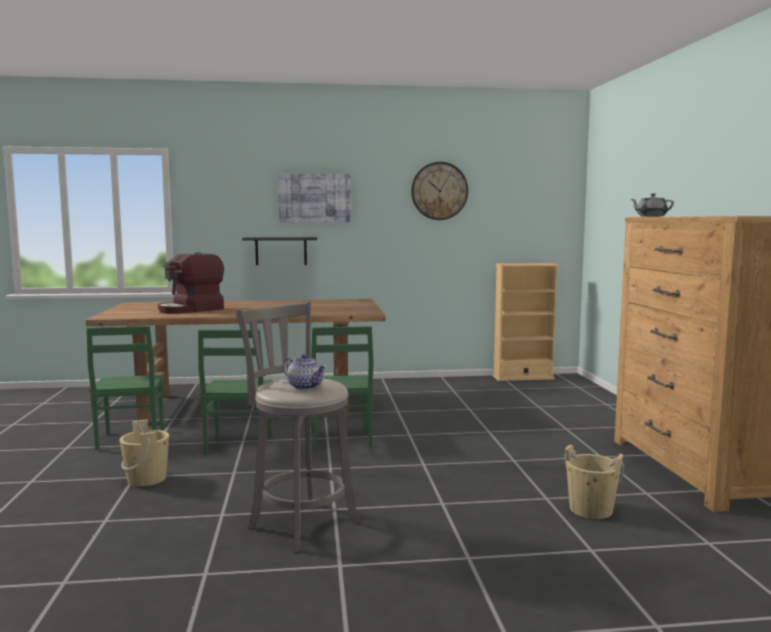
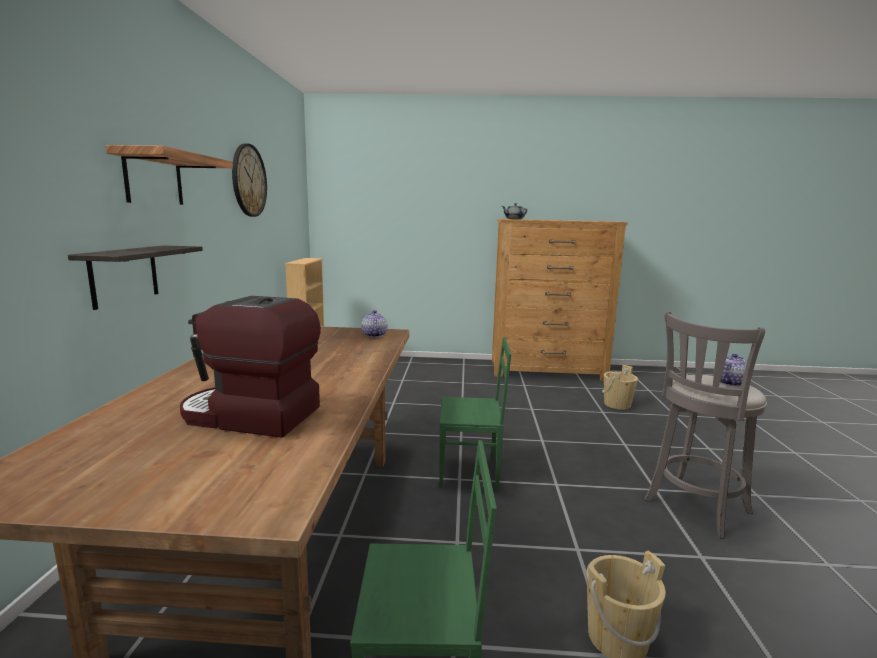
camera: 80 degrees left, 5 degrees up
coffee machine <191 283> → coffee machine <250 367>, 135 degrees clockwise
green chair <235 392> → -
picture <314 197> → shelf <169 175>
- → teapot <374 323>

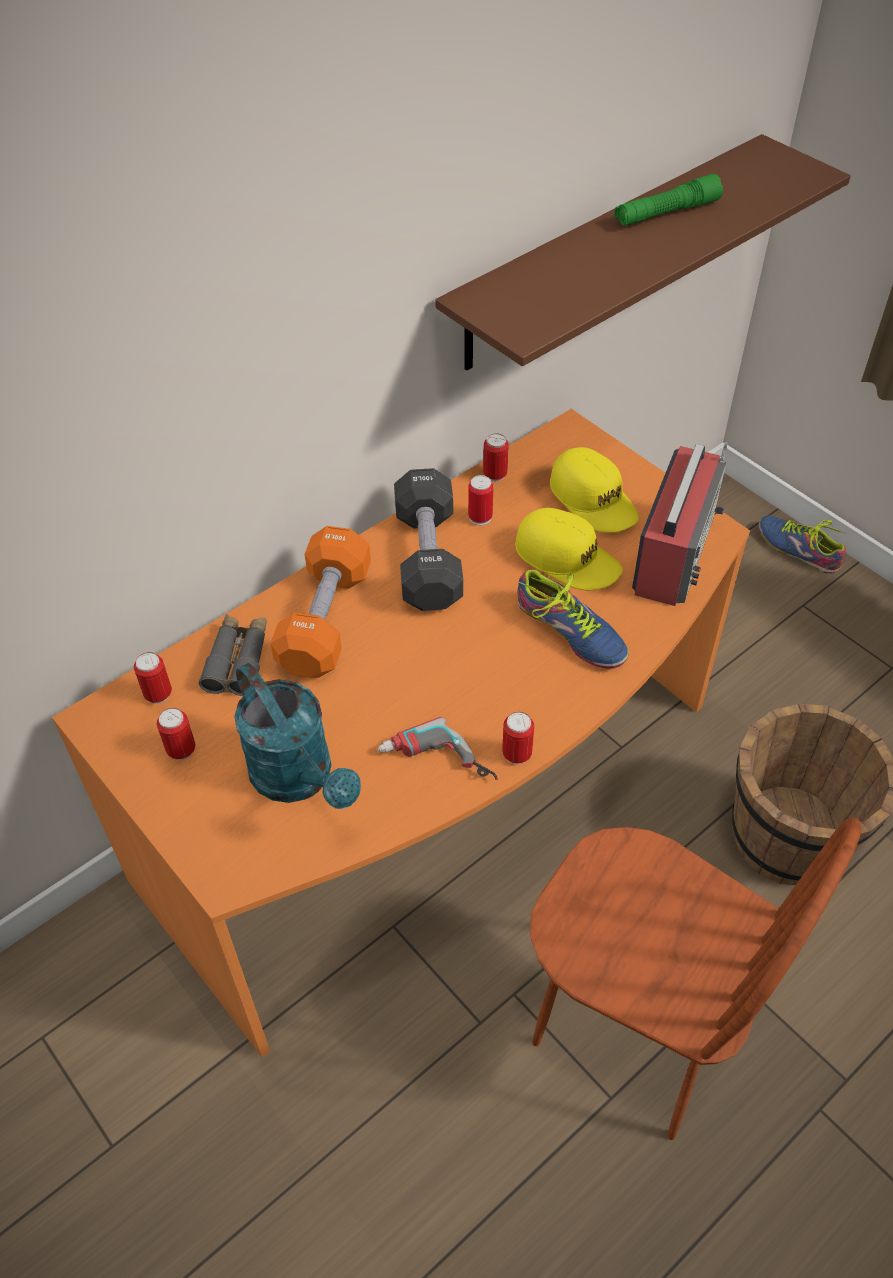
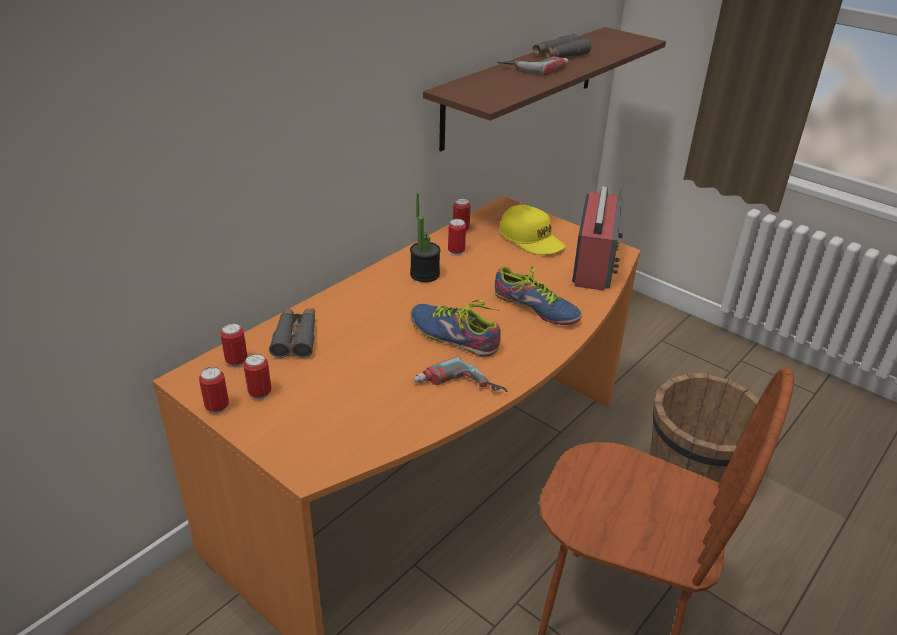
camera: 10 degrees left, 15 degrees down
turquoise watering can <297 736> → -
orange dumbbell <320 602> → -
black dumbbell <428 539> → potted plant <425 237>
can <518 738> → can <214 390>, moved
yellow cap <569 549> → -
green flashlight <668 200> → grey binoculars <561 46>
shoe <803 544> → shoe <456 328>, moved
- → power drill <533 66>

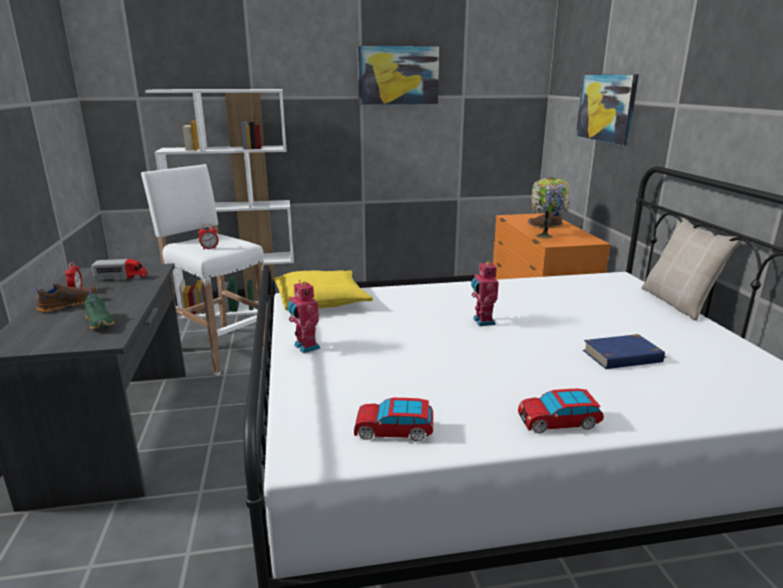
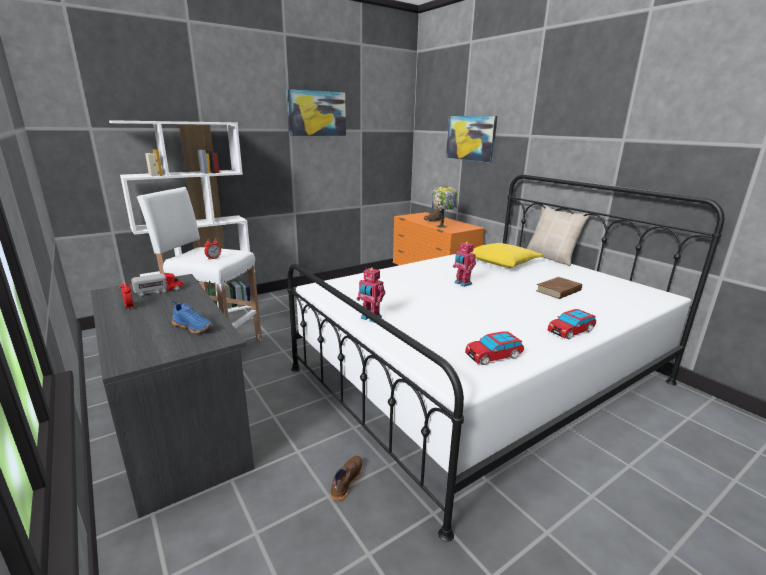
camera: 25 degrees left, 0 degrees up
brown shoe <65 297> → brown shoe <346 478>, moved
green shoe <99 309> → blue shoe <192 317>
yellow pillow <323 290> → yellow pillow <507 255>, moved
blue book <625 351> → brown book <559 288>

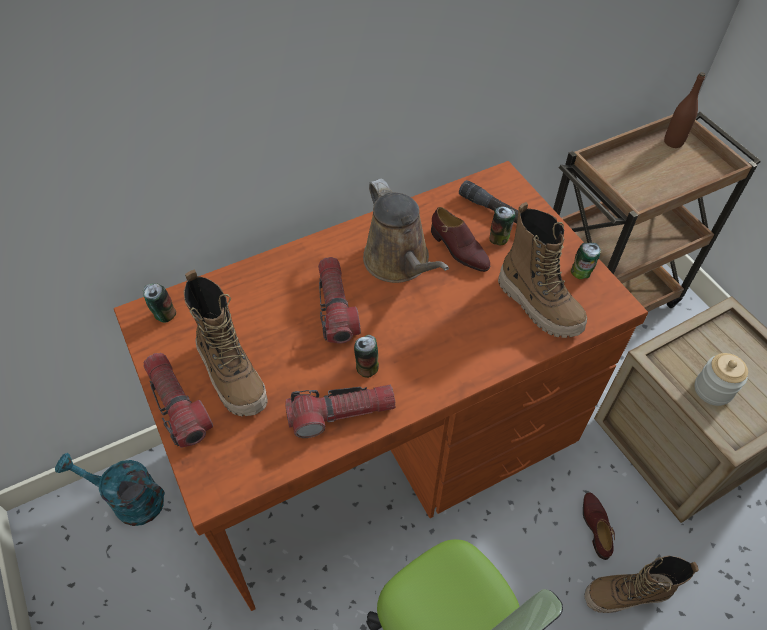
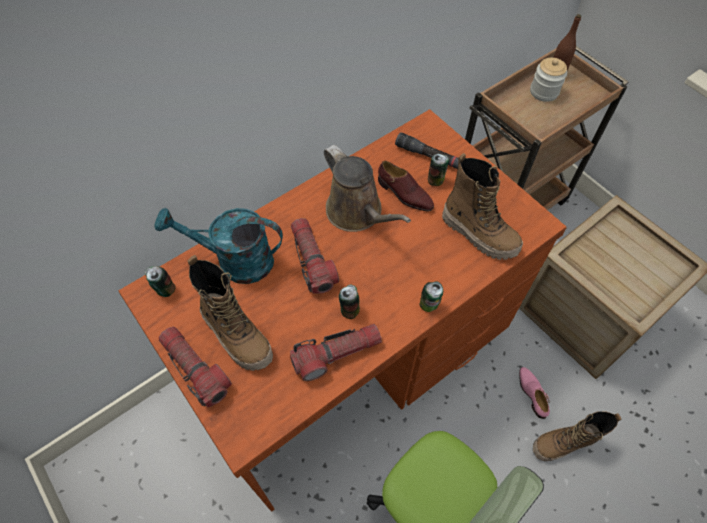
camera: 10 degrees left, 5 degrees up
turquoise watering can <110 489> → turquoise watering can <218 246>, moved
can <586 261> → can <431 296>, moved
brown shoe <599 526> → pink shoe <534 393>
jar <721 379> → jar <548 80>, moved

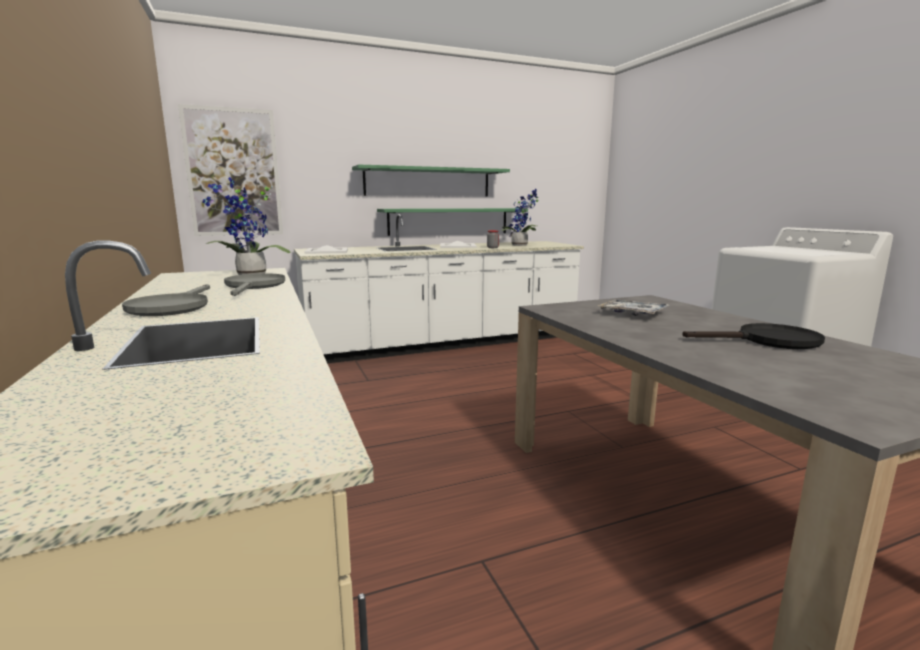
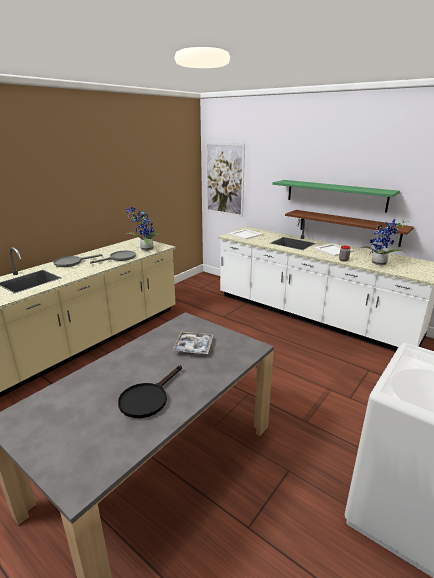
camera: 60 degrees right, 10 degrees up
green shelf <452 222> → brown shelf <349 228>
black frying pan <753 336> → black frying pan <150 391>, 60 degrees clockwise

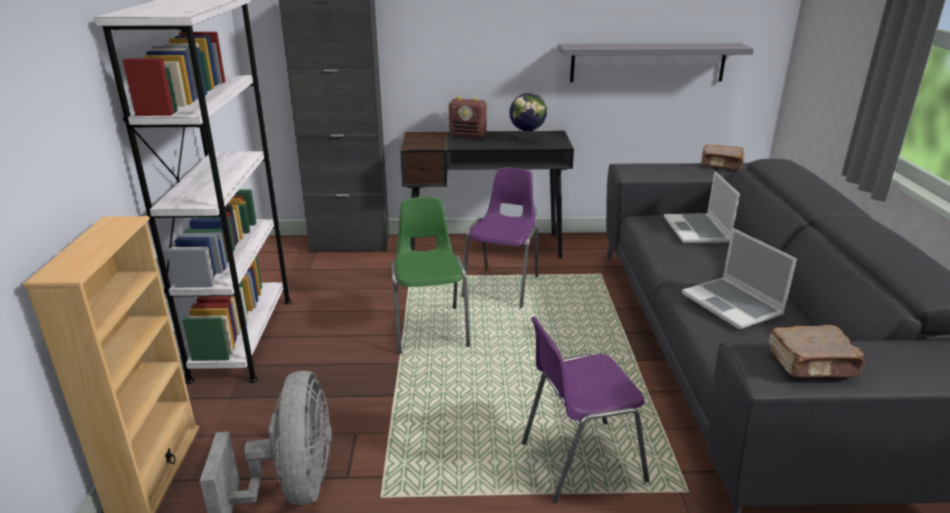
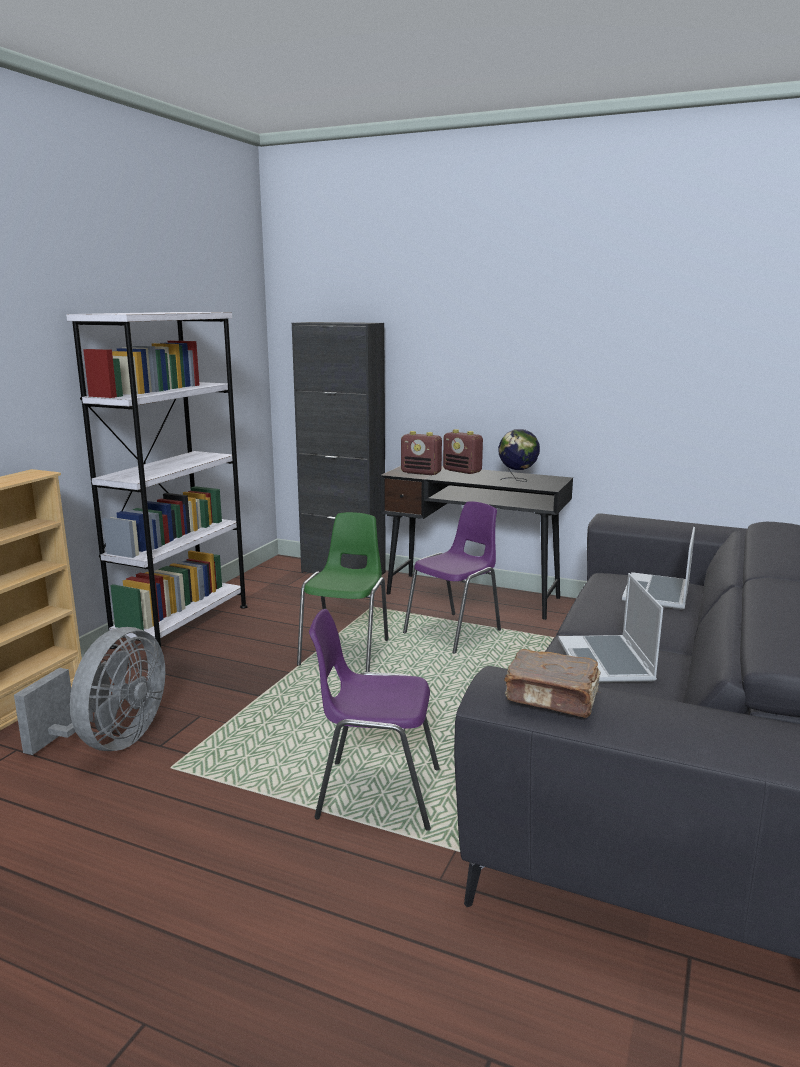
camera: 25 degrees right, 10 degrees down
grey shelf <656 62> → -
brown book <723 157> → -
- → radio <421 453>

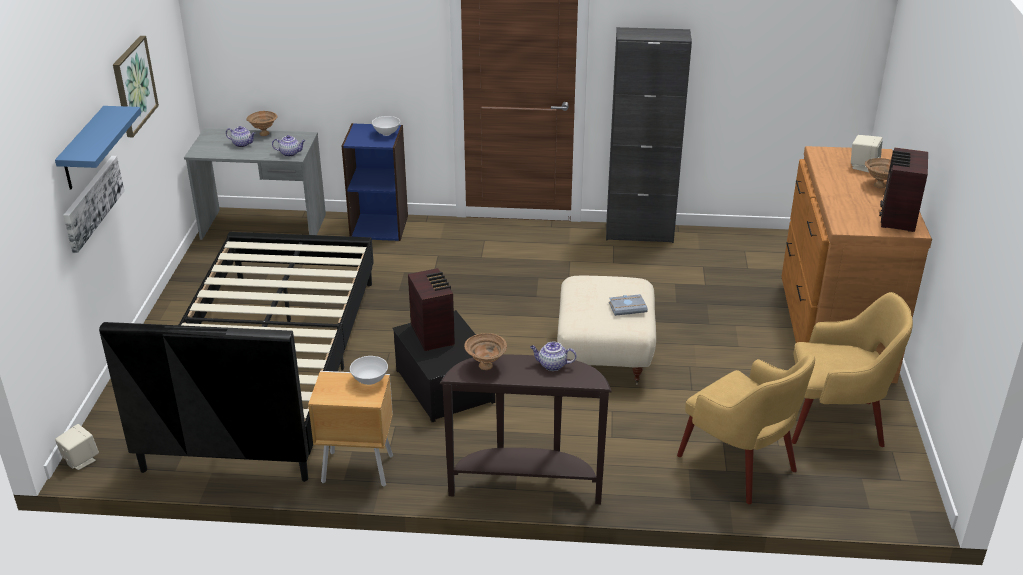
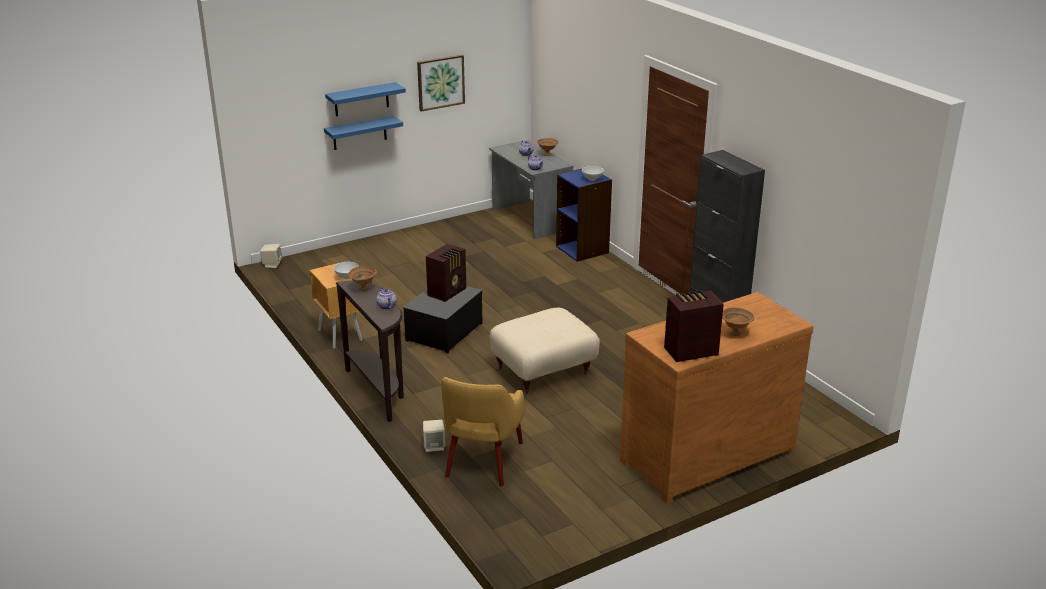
camera: 55 degrees right, 5 degrees down
picture <93 204> → blue shelf <363 133>
black bed <236 357> → -
grey book <628 305> → -
yellow armchair <852 369> → -
beige speaker <867 154> → beige speaker <434 436>, moved

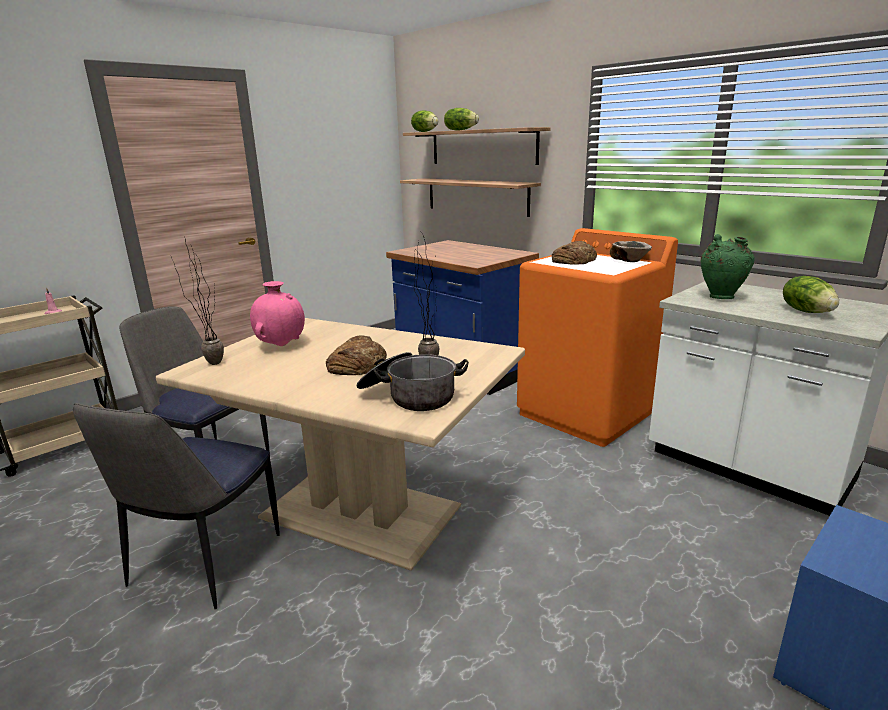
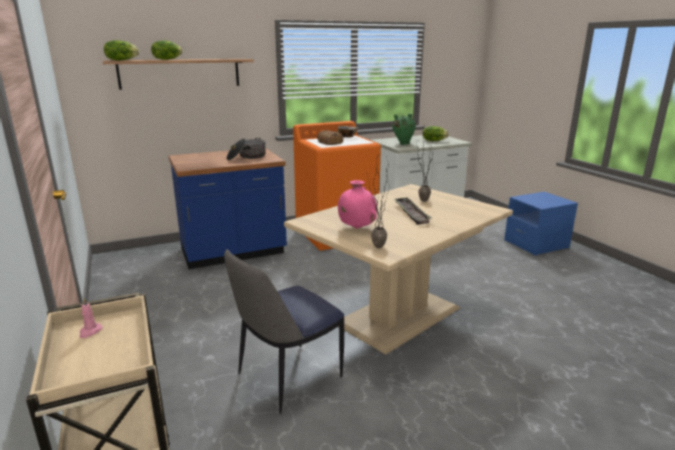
camera: 70 degrees left, 0 degrees up
chair <176 506> → -
bread <356 355> → tray <412 211>
cooking pot <412 381> → cooking pot <246 149>, moved
shelf <470 197> → -

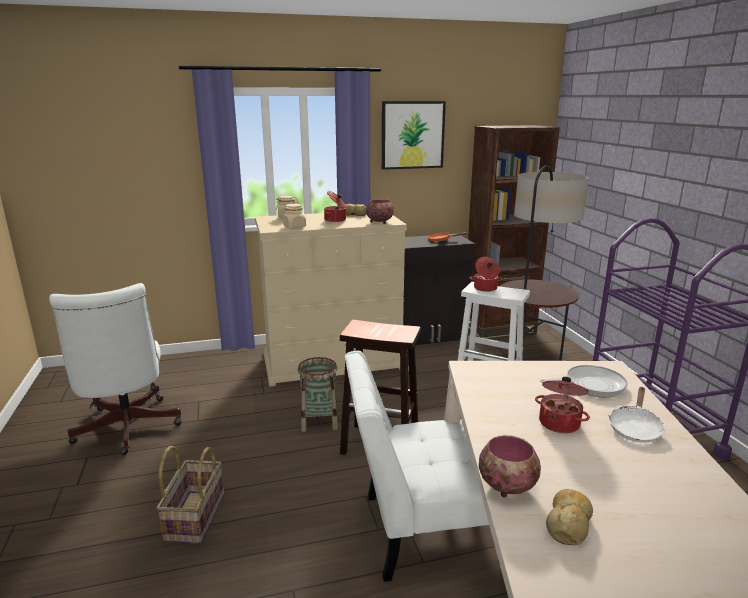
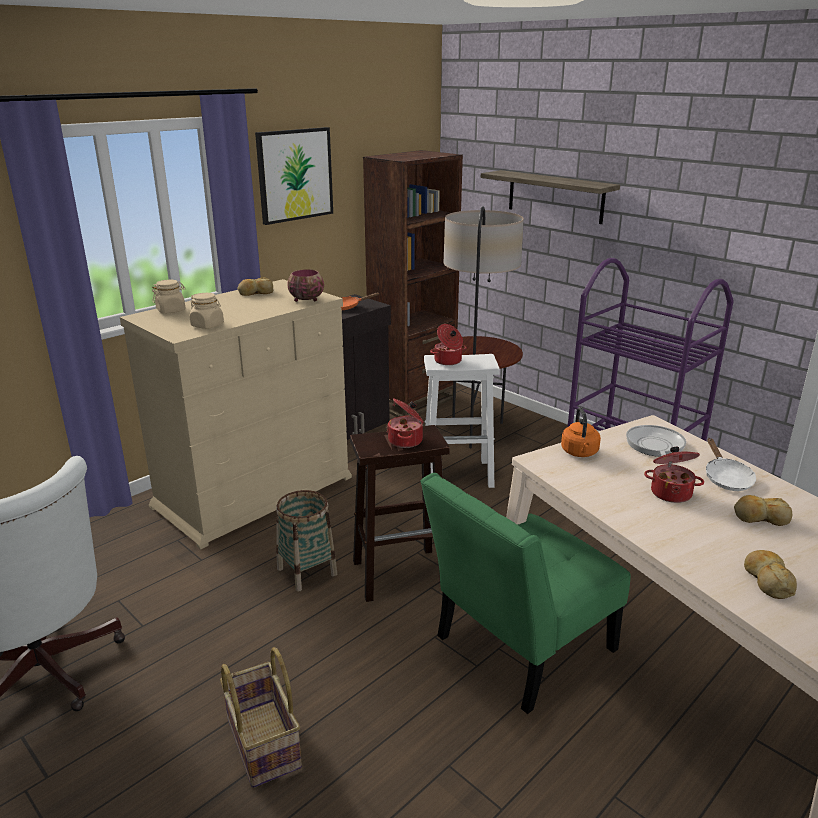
camera: 30 degrees left, 5 degrees up
cooking pot <335 206> → cooking pot <405 423>, moved
white chair <422 466> → green chair <526 593>
bowl <510 466> → -
frying pan <584 381> → frying pan <656 441>, 45 degrees counterclockwise
- → shelf <550 197>
- → orange kettle <581 432>
- → bread <763 510>

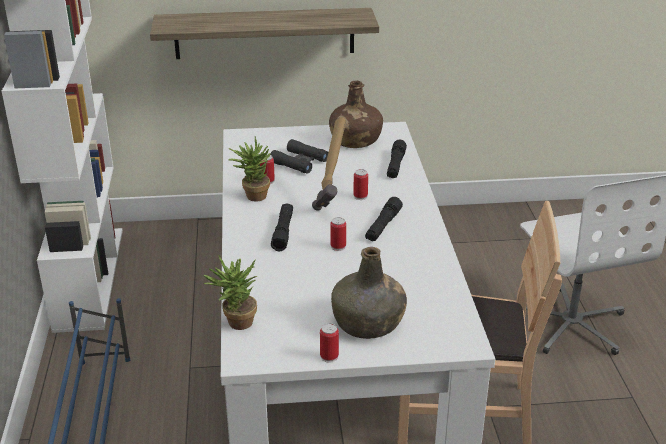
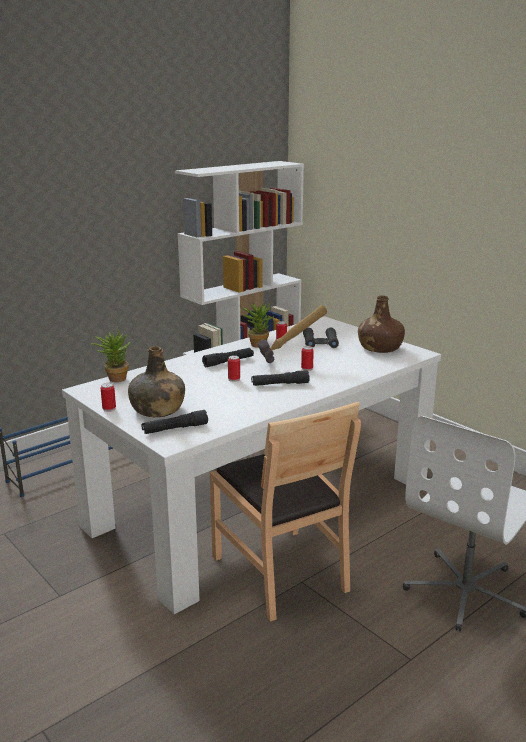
camera: 55 degrees right, 10 degrees down
shelf <264 33> → -
black flashlight <397 159> → black flashlight <175 422>, moved

